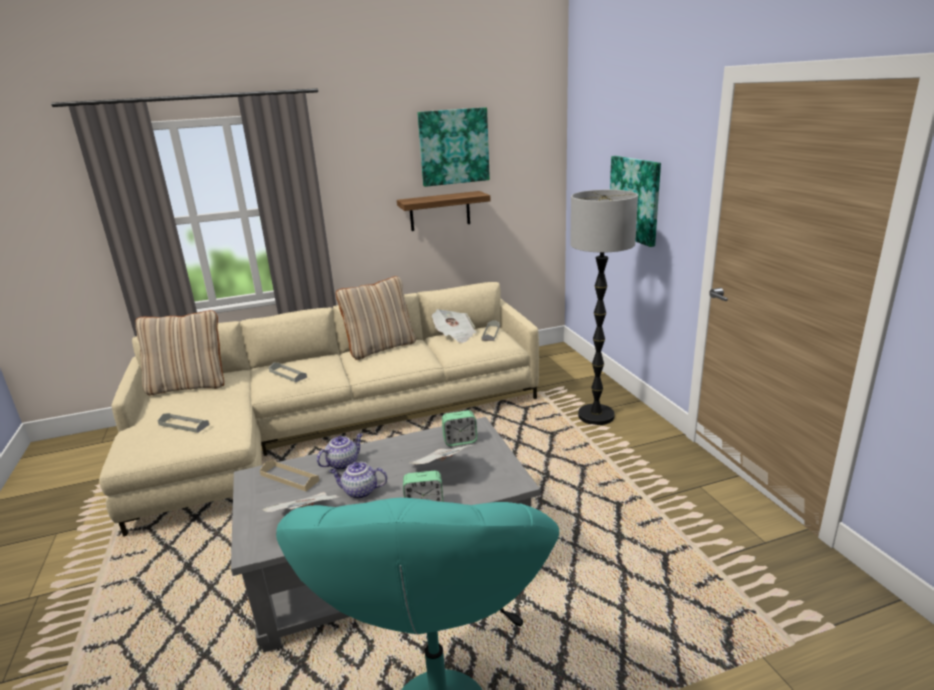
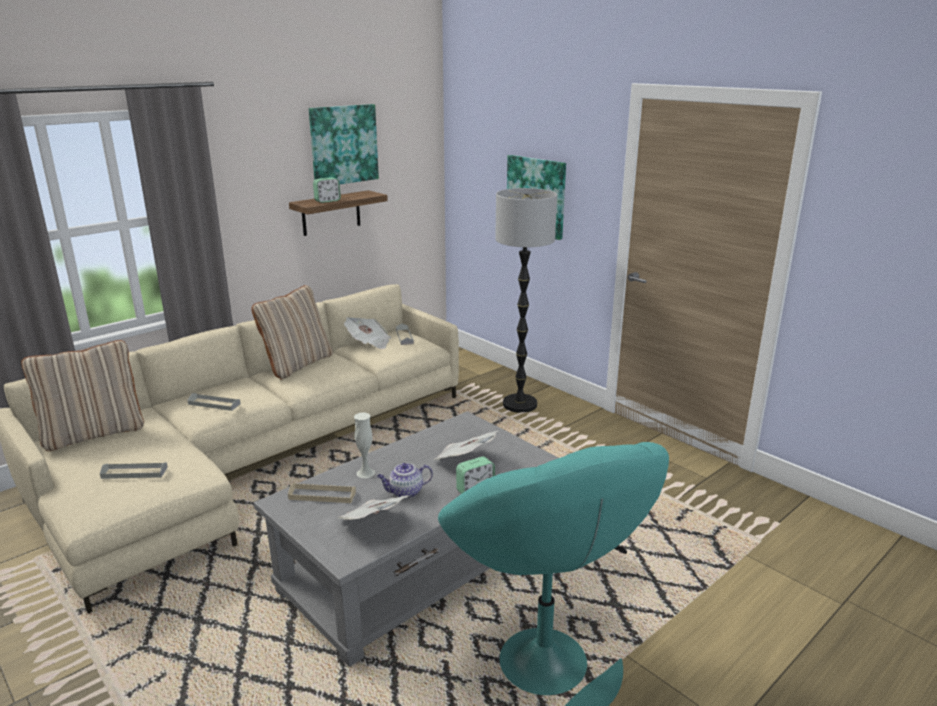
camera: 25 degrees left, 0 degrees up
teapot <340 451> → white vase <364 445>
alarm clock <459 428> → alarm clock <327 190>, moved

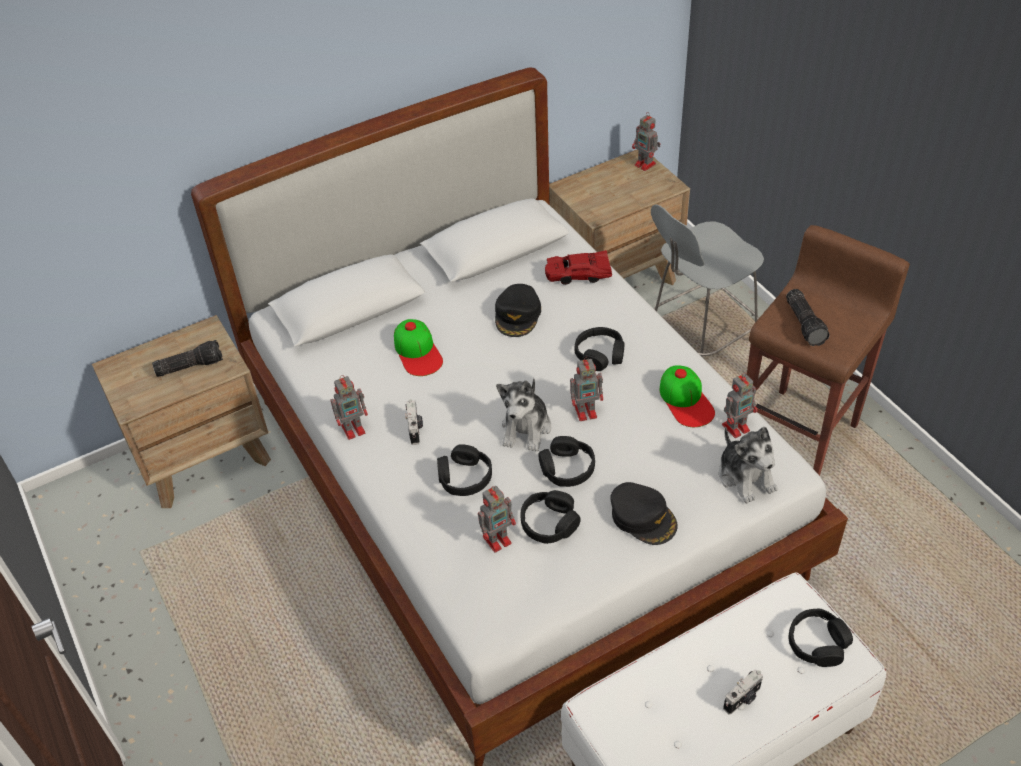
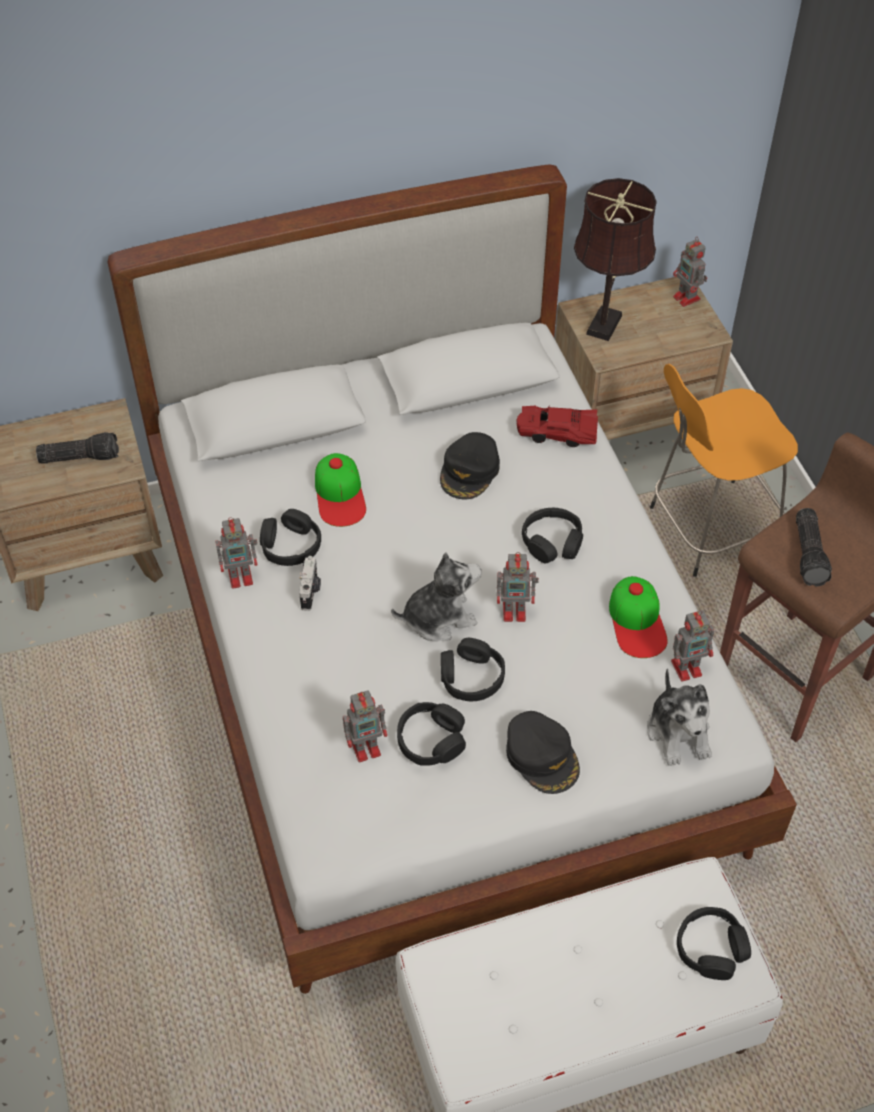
camera: 10 degrees right, 5 degrees up
black headphones <464 470> → black headphones <290 537>, moved
plush toy <523 414> → plush toy <436 596>, 135 degrees counterclockwise
grey stool <707 281> → orange stool <724 470>
photo camera <743 692> → -
- → brown table lamp <615 259>

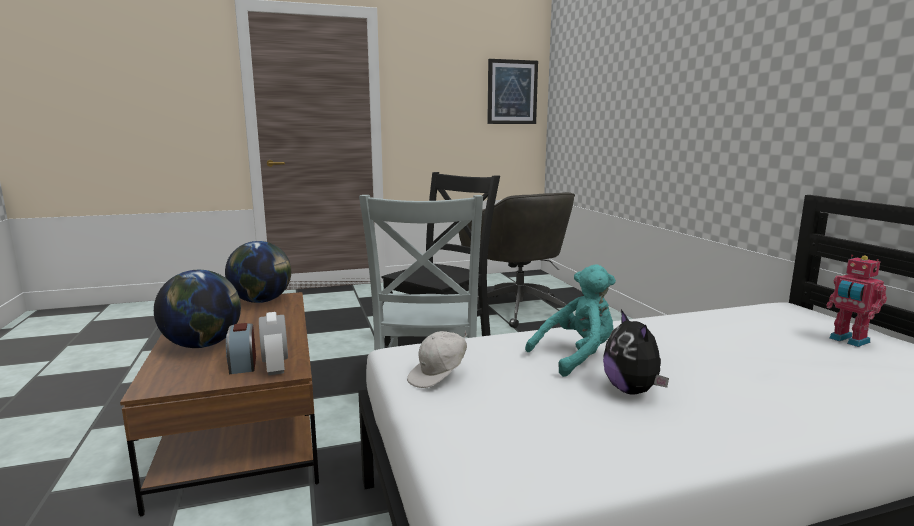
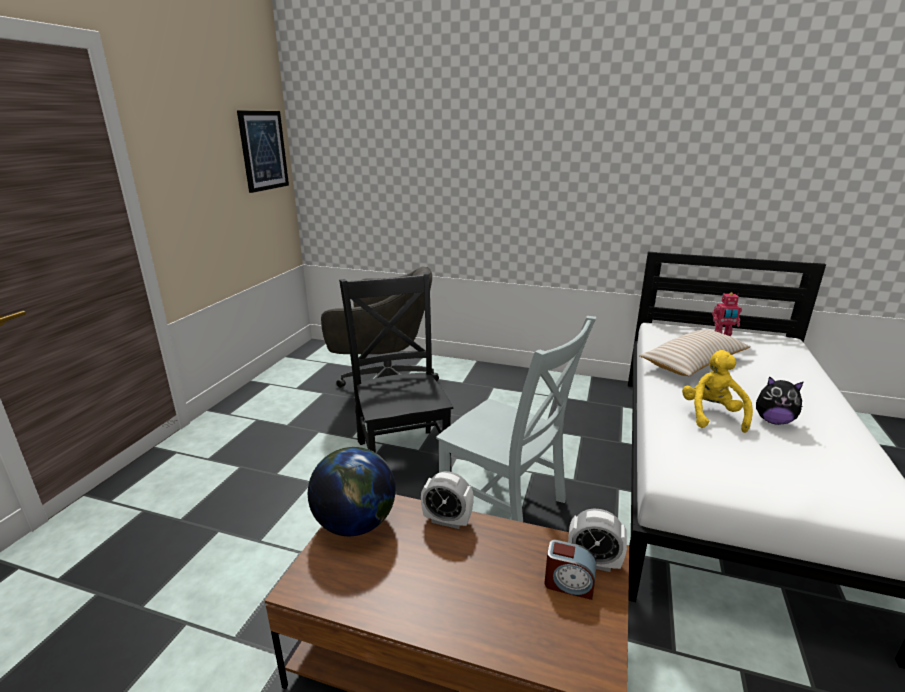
camera: 55 degrees left, 10 degrees up
globe <197 309> → -
white cap <437 359> → -
turquoise plush toy <570 320> → yellow plush toy <717 391>
- → alarm clock <447 500>
- → beige pillow <695 353>

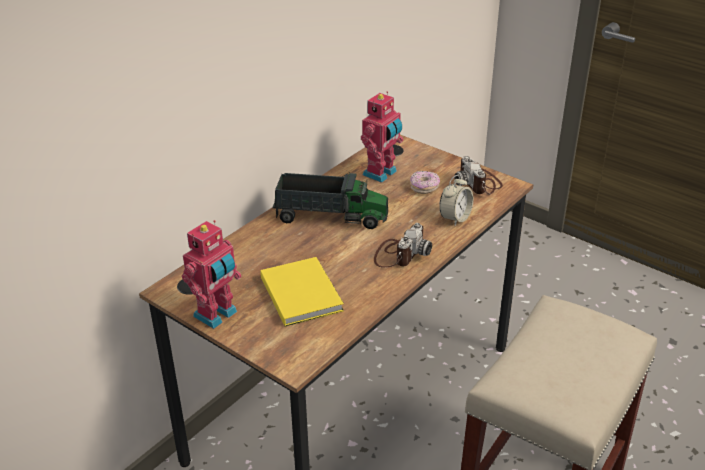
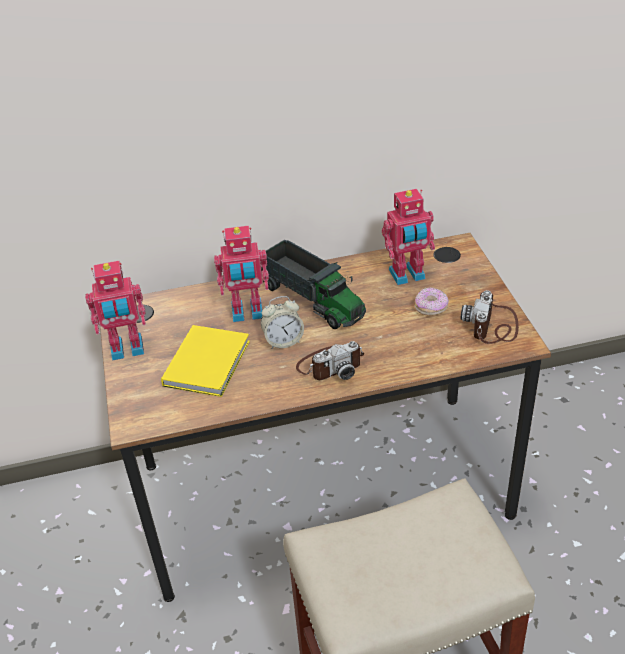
camera: 40 degrees right, 5 degrees up
alarm clock <456 200> → alarm clock <282 322>, moved
- → toy robot <241 274>

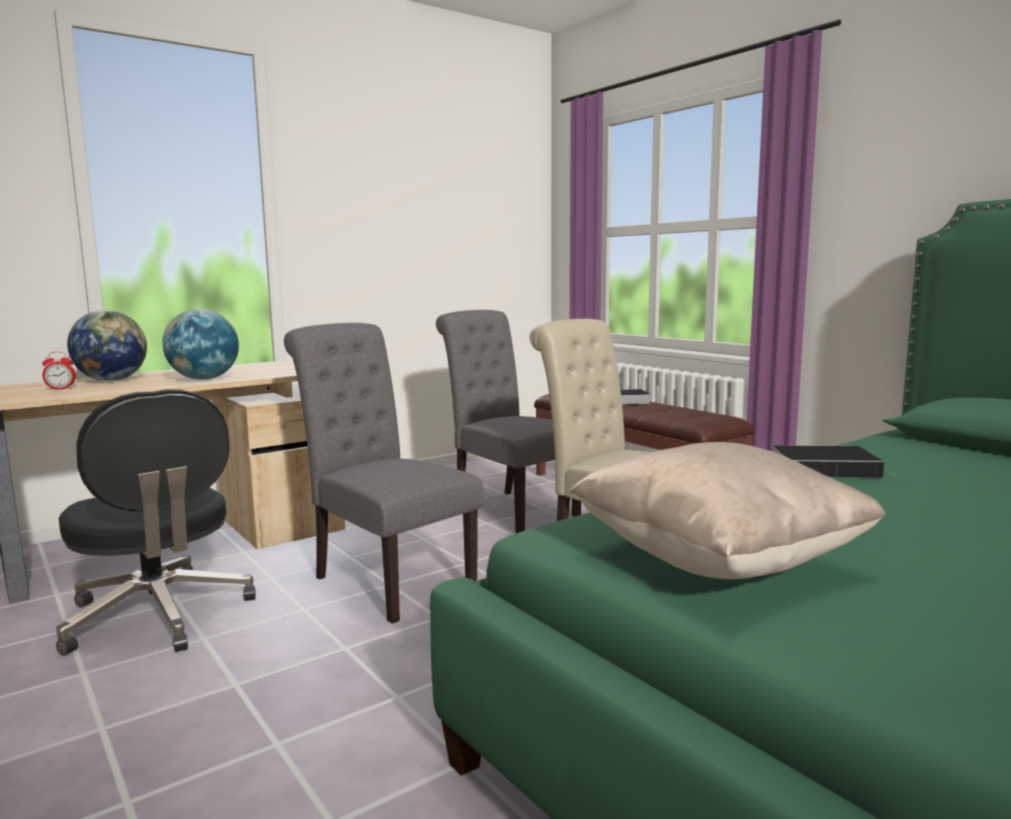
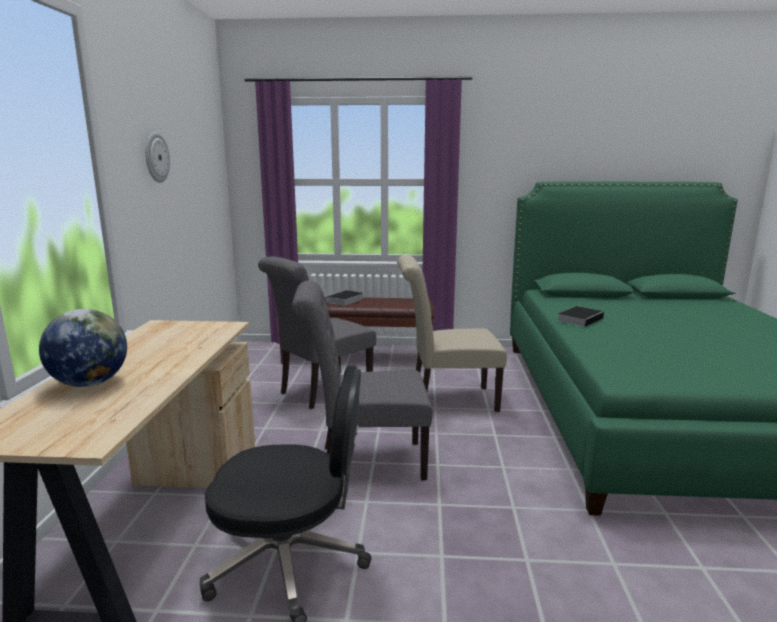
camera: 50 degrees left, 5 degrees up
alarm clock <59 371> → -
globe <200 344> → -
grey chair <508 421> → grey chair <317 333>, 45 degrees counterclockwise
beige pillow <727 510> → -
- → wall clock <158 157>

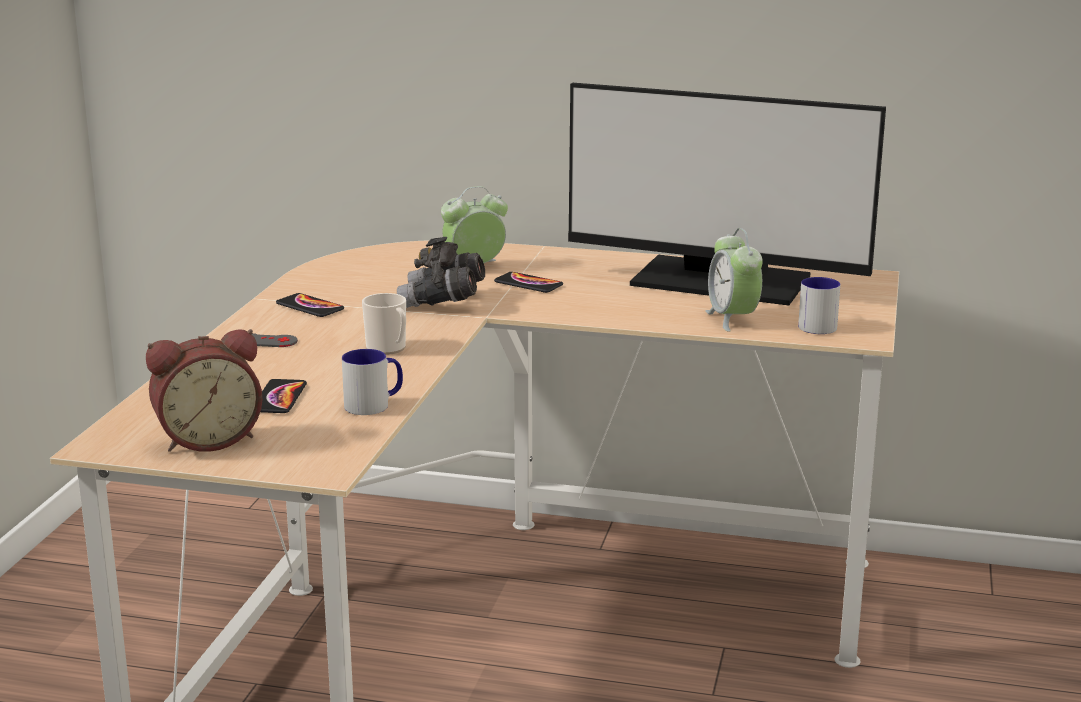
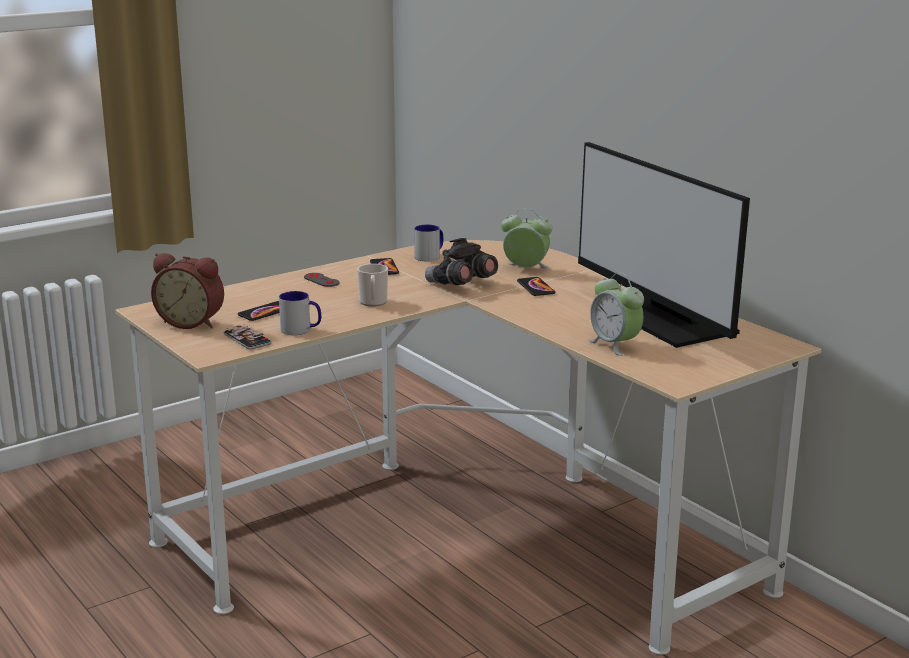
camera: 40 degrees right, 0 degrees up
alarm clock <734 280> → alarm clock <616 314>, 60 degrees counterclockwise
mug <819 305> → mug <429 243>, moved
- → phone <248 336>

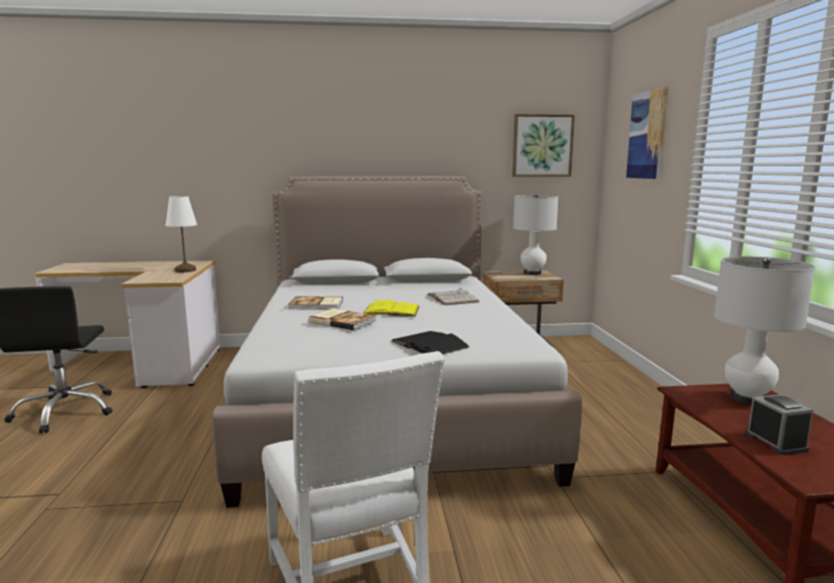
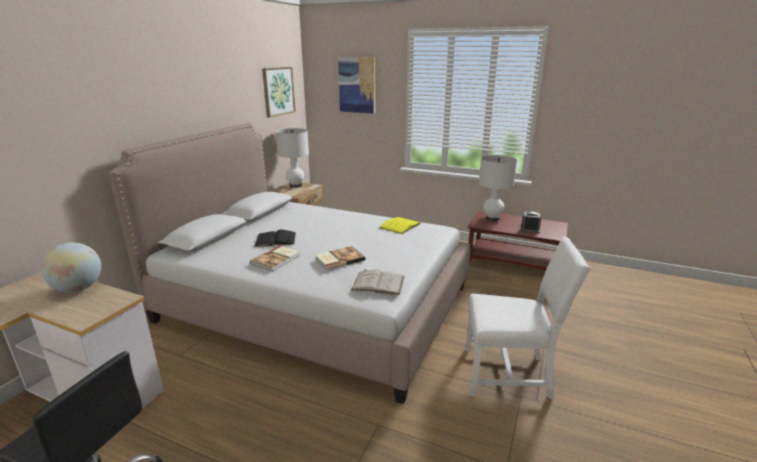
camera: 60 degrees left, 10 degrees up
white table lamp <181 234> → globe <71 267>
yellow book <391 308> → yellow book <400 225>, moved
black book <430 342> → black book <275 238>, moved
white book <453 296> → white book <378 282>, moved

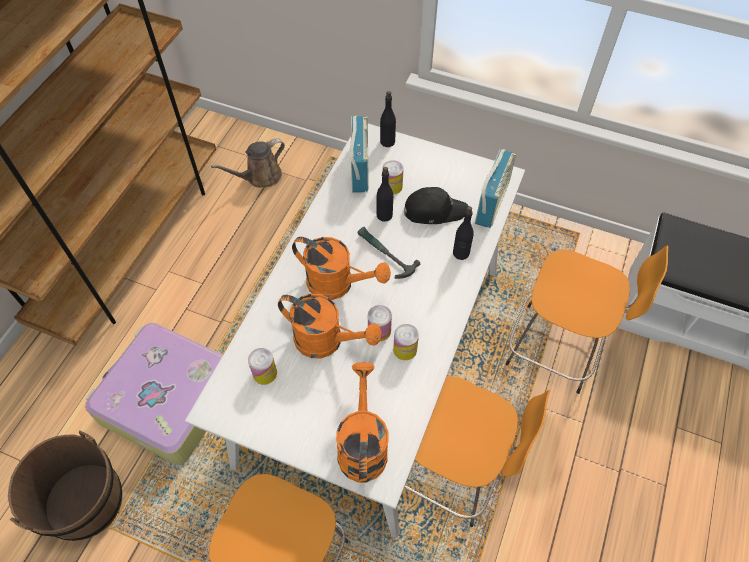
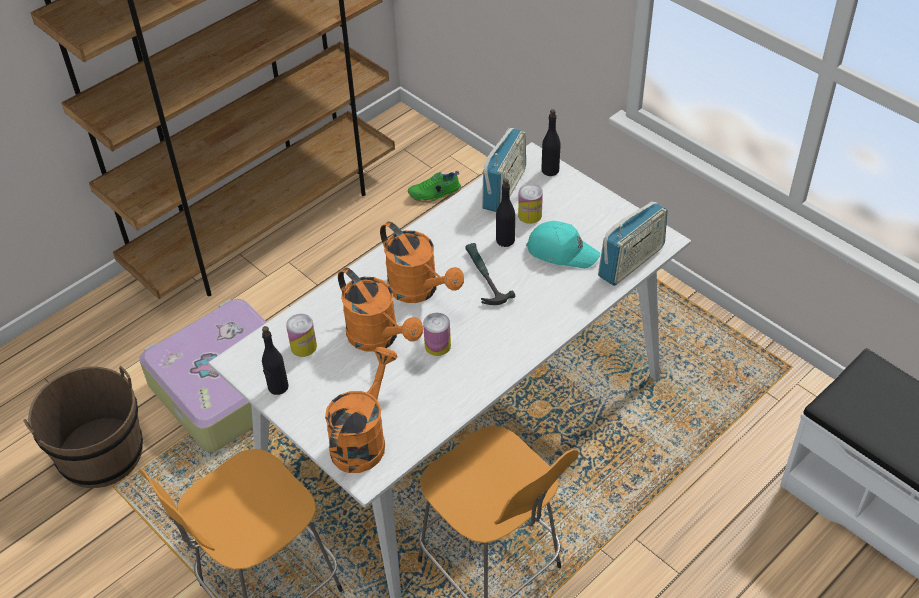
camera: 25 degrees right, 10 degrees down
brown watering can <248 163> → green shoe <434 187>
can <406 342> → -
black cap <436 205> → turquoise cap <563 244>
black bottle <463 233> → black bottle <275 360>, moved
orange stool <587 320> → -

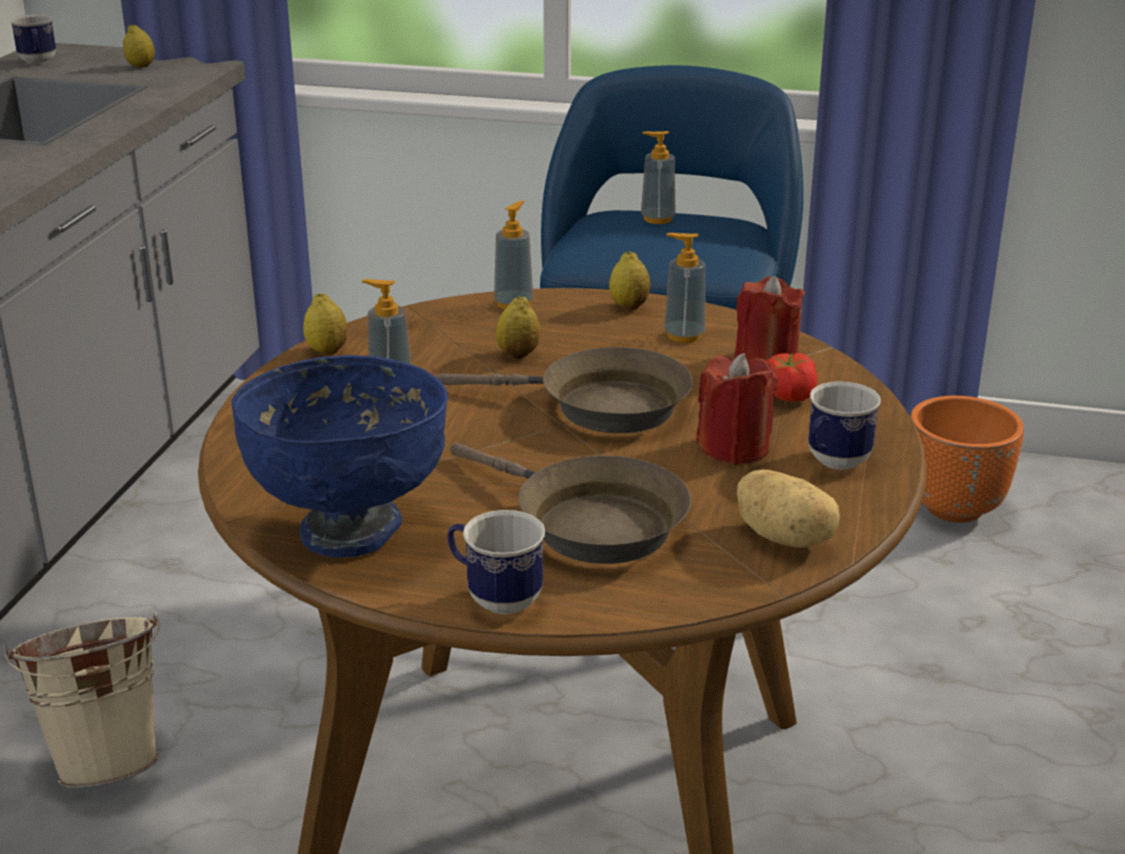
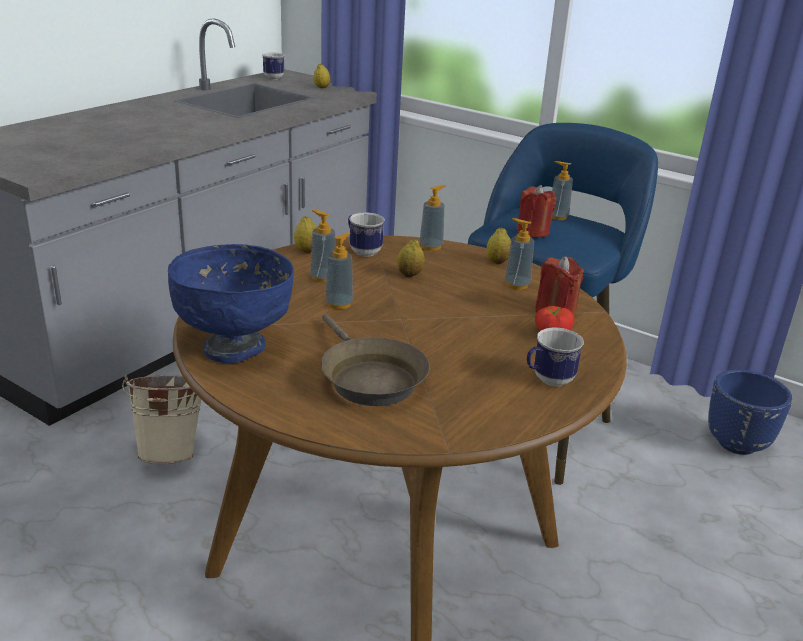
camera: 20 degrees right, 0 degrees up
brown frying pan <564 390> → -
mug <496 562> → mug <366 235>, moved
red candle <737 409> → red candle <536 211>, moved
potato <788 509> → -
orange planter <967 459> → blue planter <750 412>
- → soap dispenser <339 270>

